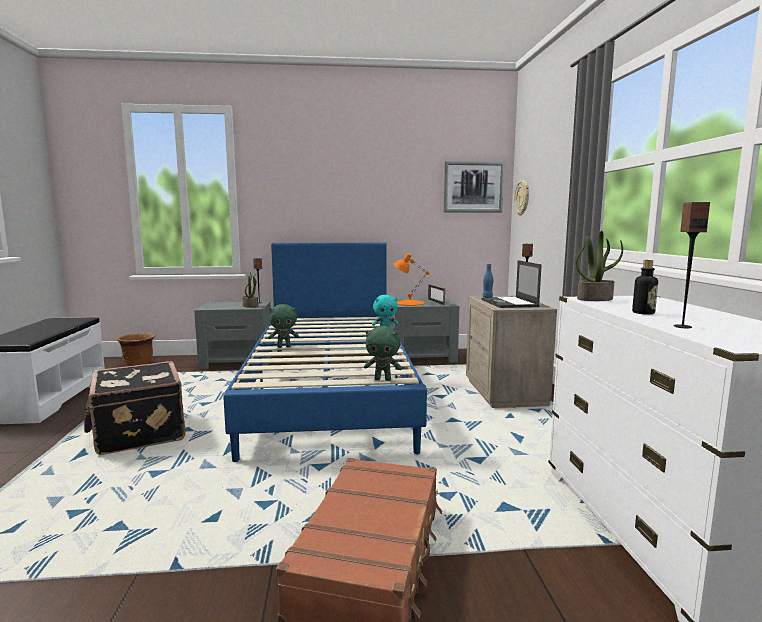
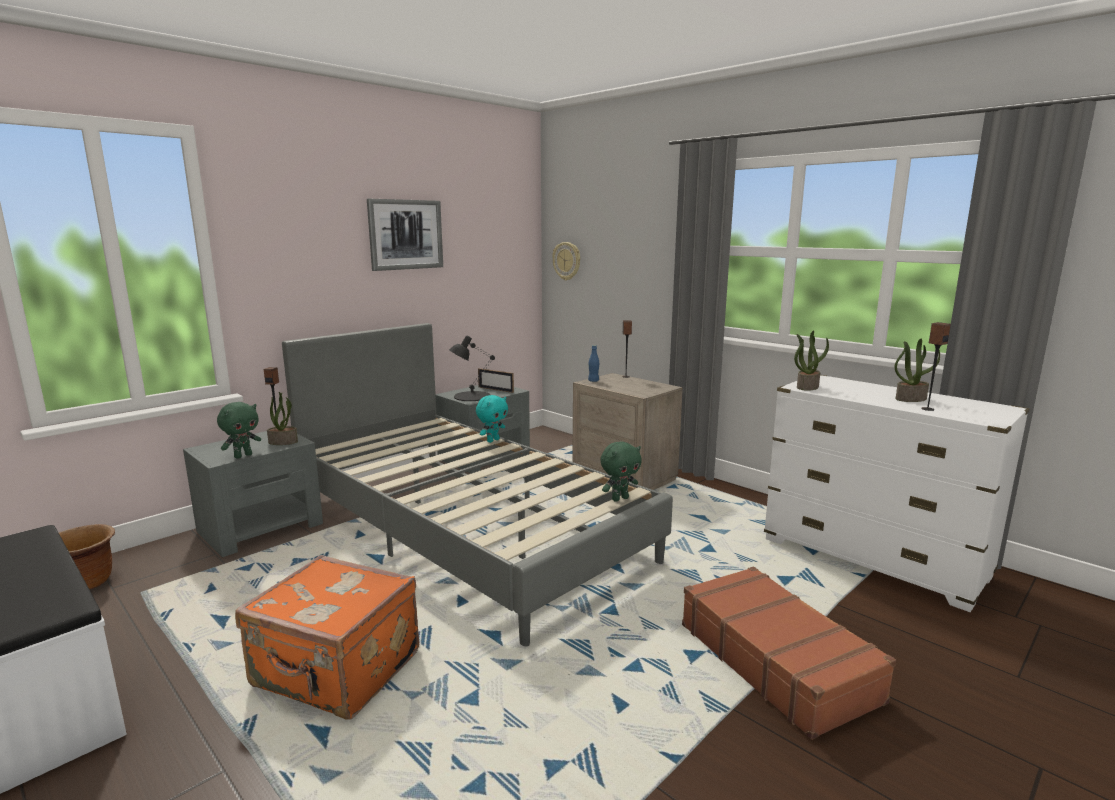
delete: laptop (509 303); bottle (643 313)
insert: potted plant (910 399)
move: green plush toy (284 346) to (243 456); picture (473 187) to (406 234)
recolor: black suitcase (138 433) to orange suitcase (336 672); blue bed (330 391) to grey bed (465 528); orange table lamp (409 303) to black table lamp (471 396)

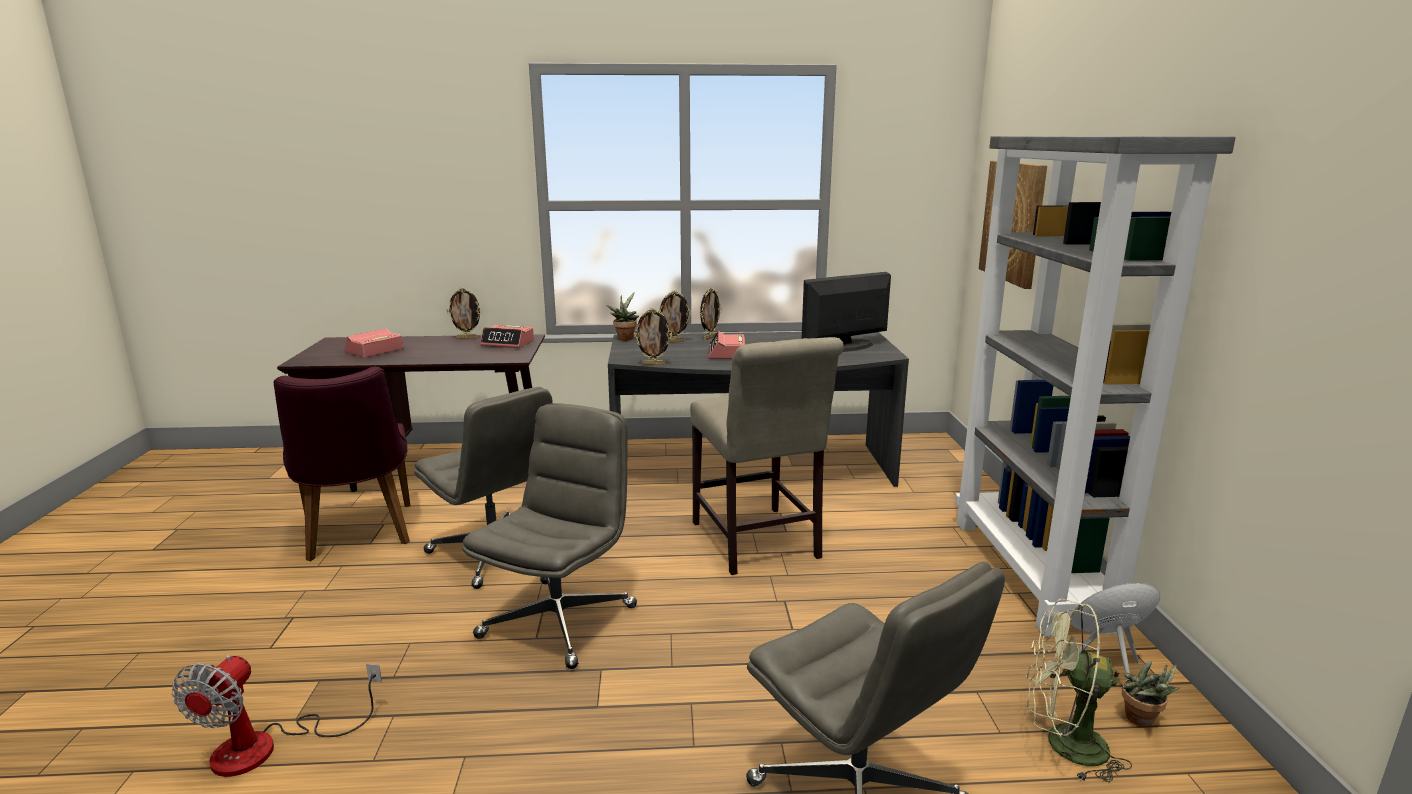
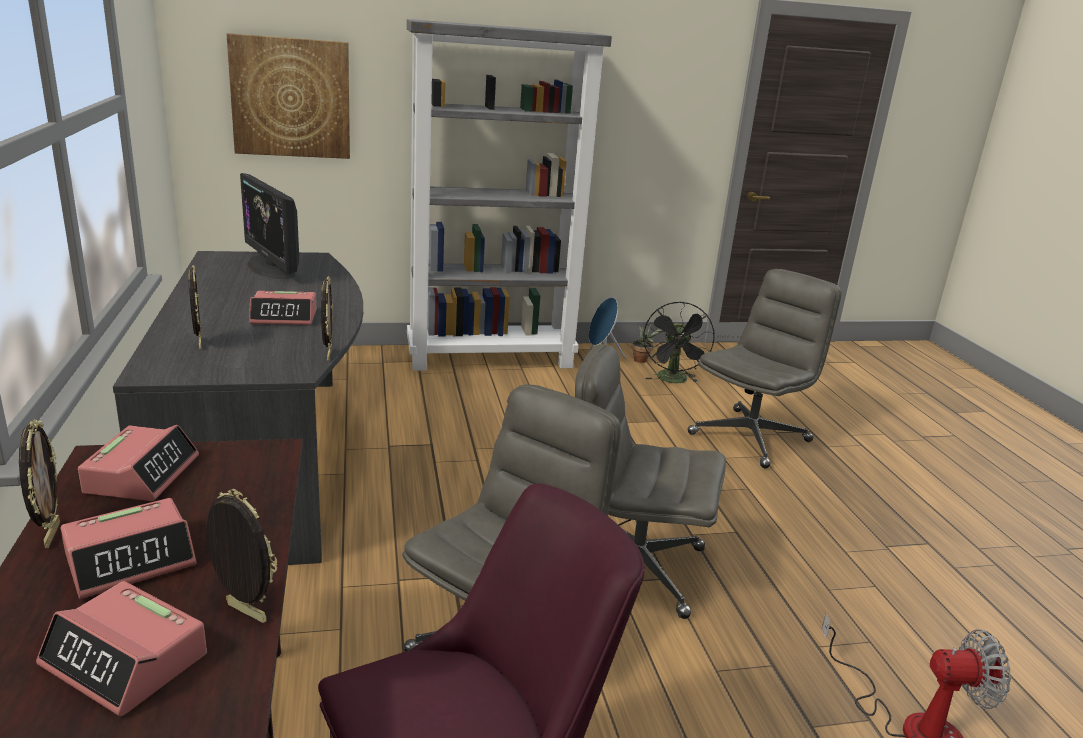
delete: potted plant (625 338); beige chair (757 543)
insert: alarm clock (131 560)
move: picture frame (710 338) to (244 613)
recolor: green fan (1063 745) to black fan (673 381)

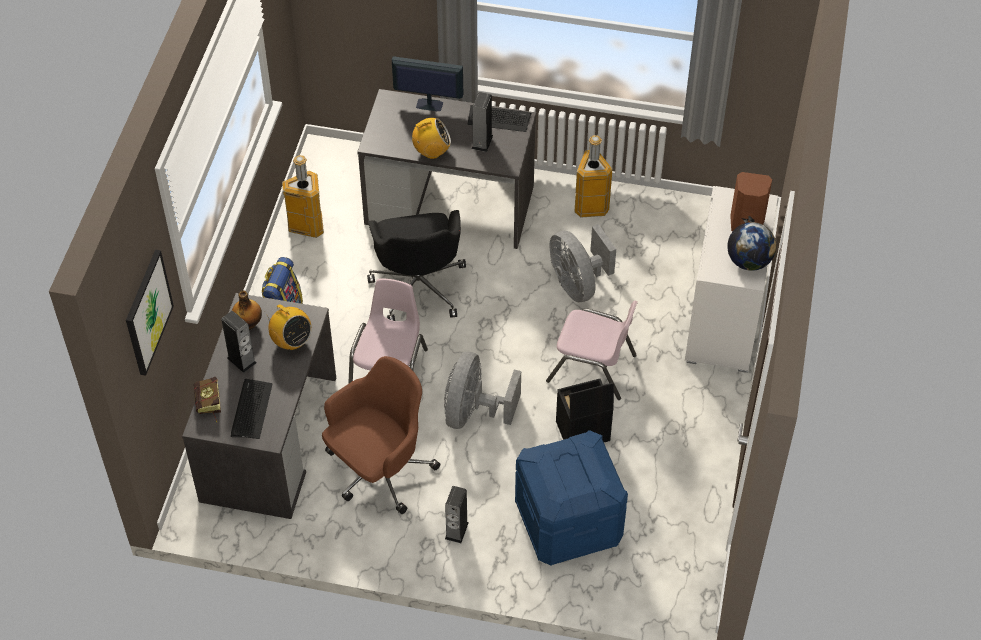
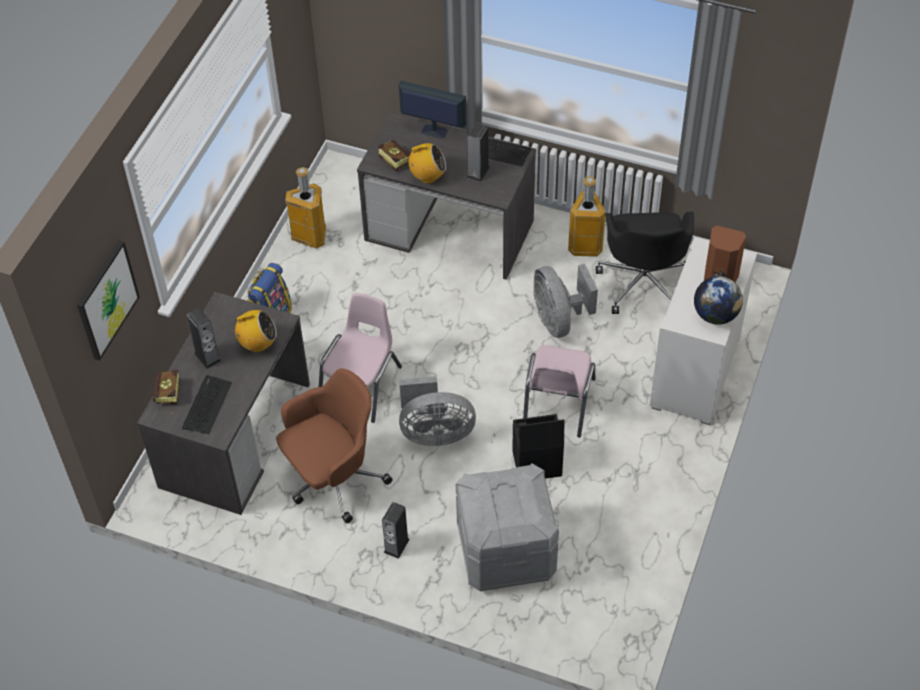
delete: bottle (248 324)
insert: book (393 159)
move: black office chair (418 286) to (644 282)
recolor: blue storage box (569 523) to grey storage box (506 552)
rotate: radio (291 341) = (258 344) 60 degrees counterclockwise; grey fan (473 412) = (434 432) 120 degrees counterclockwise; pink chair (592 368) = (557 403) 75 degrees clockwise

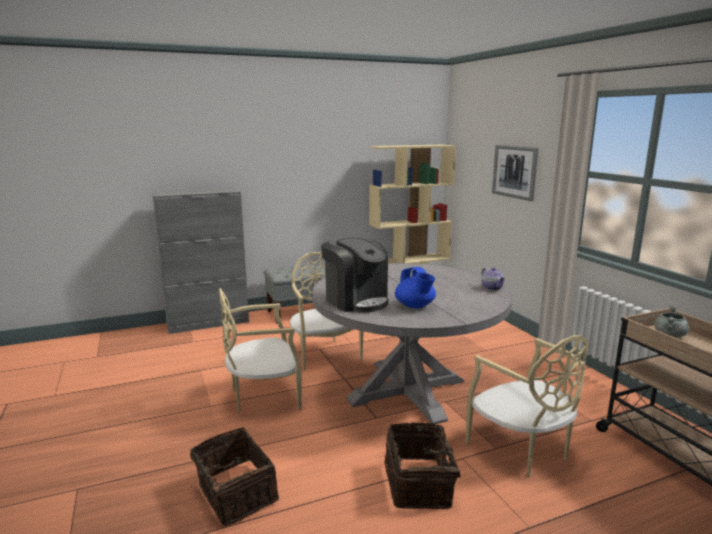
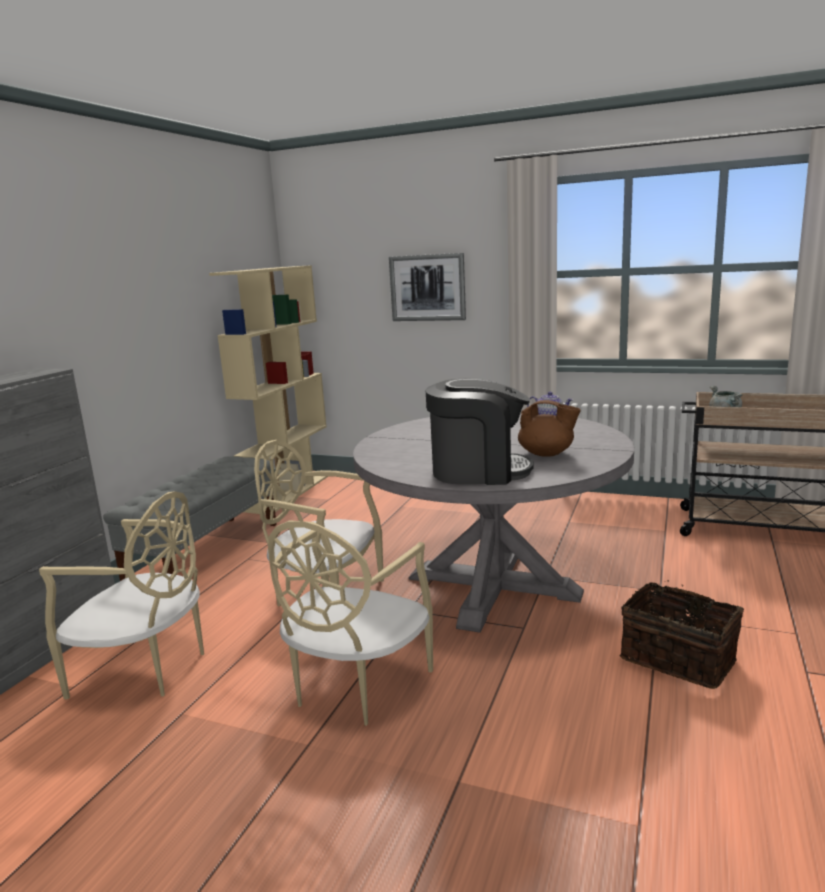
delete: basket (234 494)
move: beige chair (521 449) to (145 669)
recolor: blue teapot (415 306) to brown teapot (547 454)

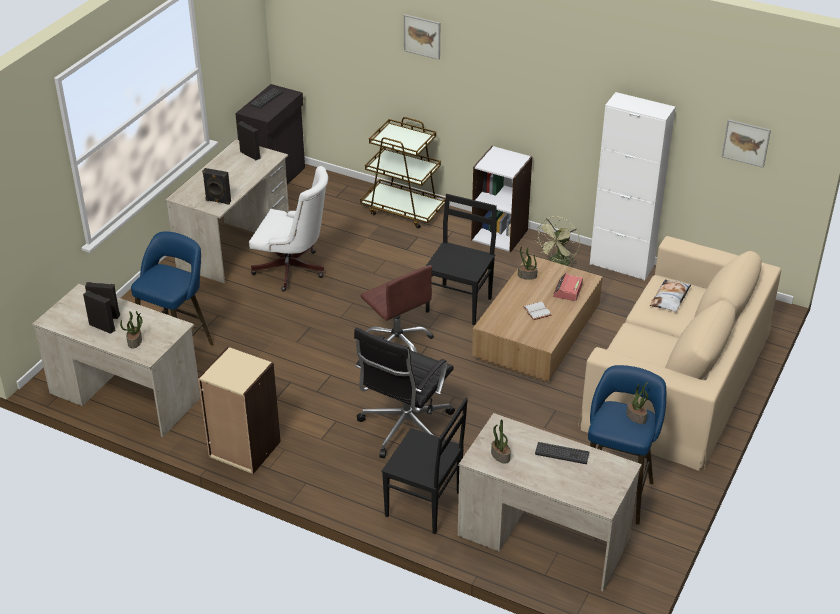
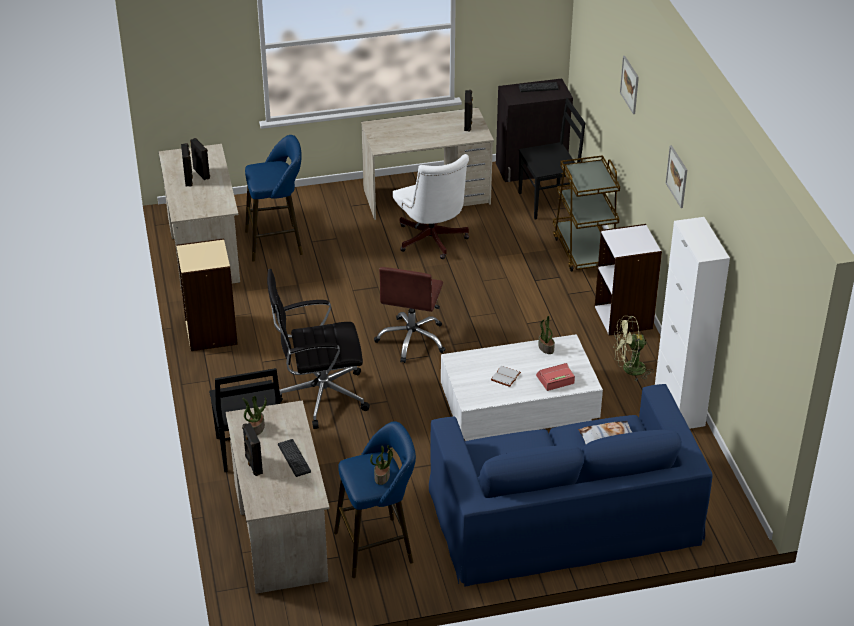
delete: potted plant (135 341)
move: black speaker (218 201) to (253 465); black chair (459 304) to (548 202); picture (746 143) to (677 176)
recolor: brown coffee table (536 334) to white coffee table (518 405); beige sofa (678 379) to blue sofa (563 516)

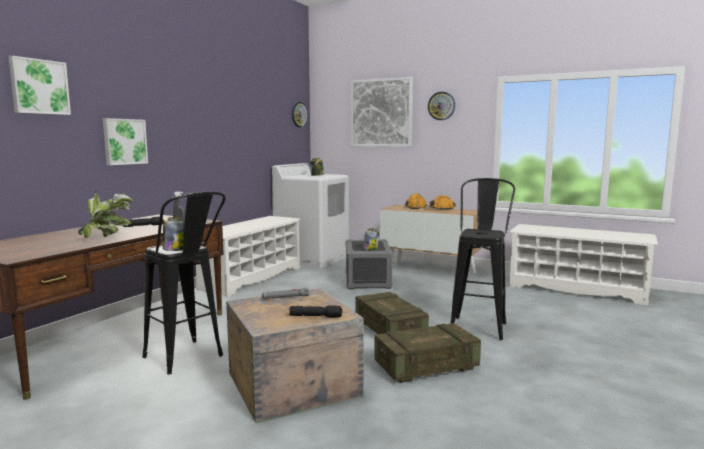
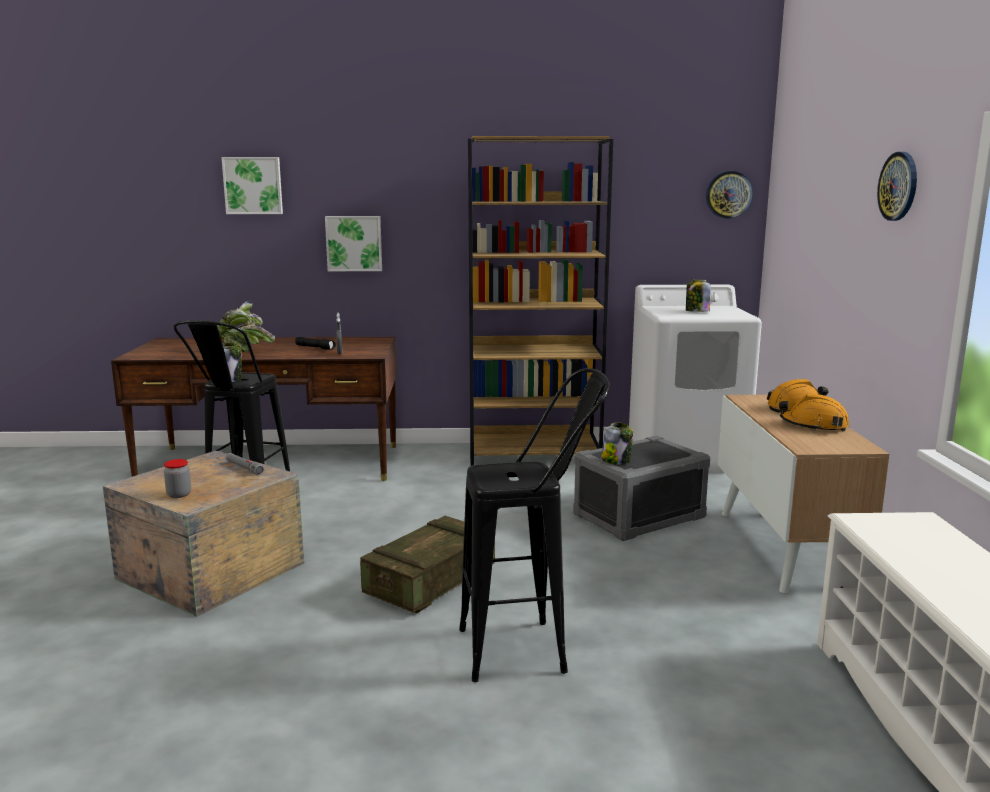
delete: picture (381 113); crate (426 367)
replace: white shoe rack (251 278) to brown bookcase (534 454); black flashlight (316 316) to jar (179 495)

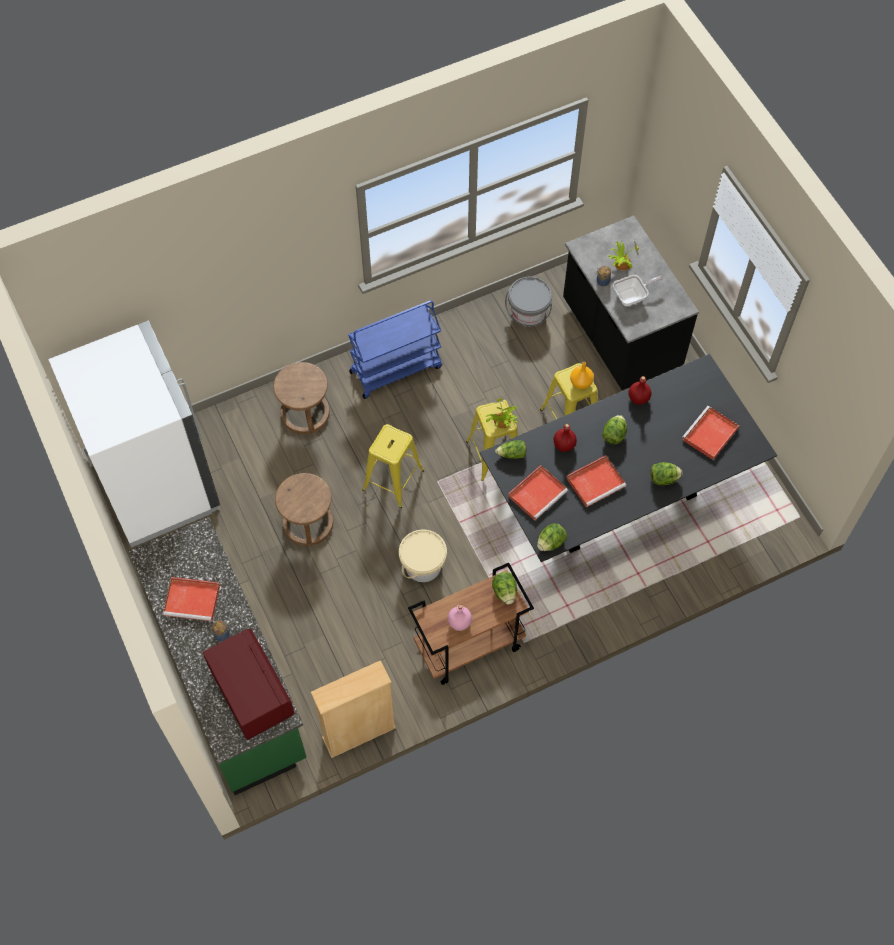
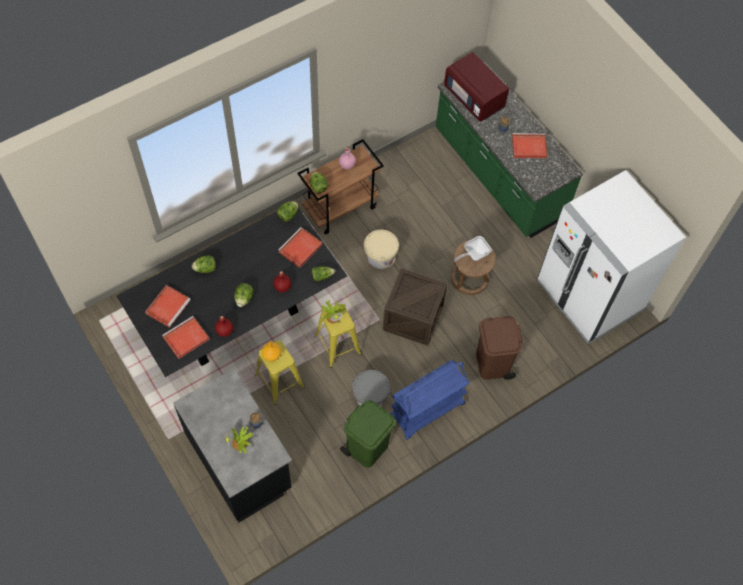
delete: beige bookcase (359 733)
insert: green trash can (367 447)
move: grey bucket (528 313) to (370 397); red tray (596 481) to (185 339); frying pan (632 296) to (473 254)
replace: brown stool (305 413) to brown trash can (492 364); yellow stool (393 480) to crate (413 317)

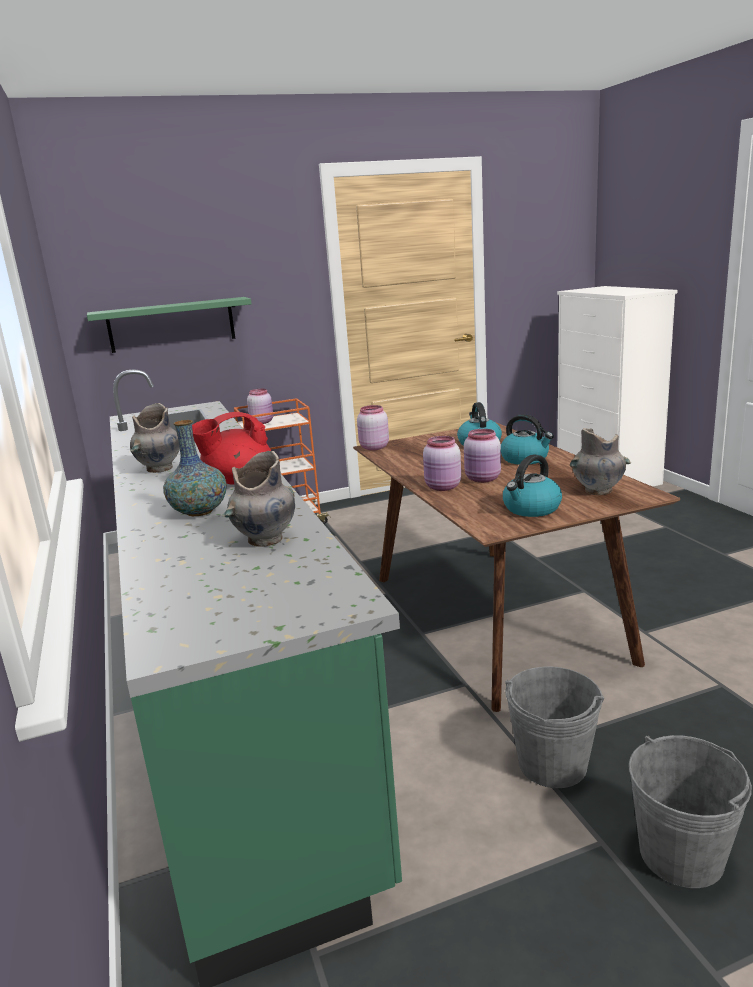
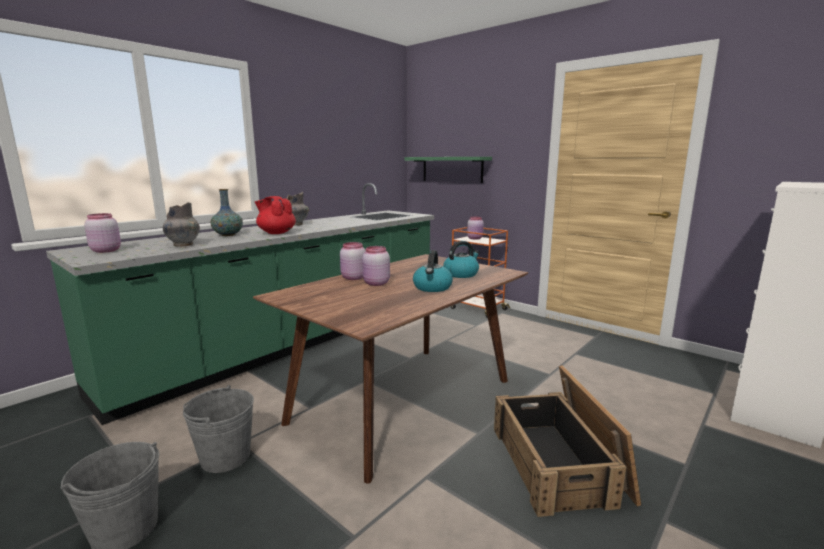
delete: kettle (531 509); grey vase (599 491)
insert: crate (560 463)
move: pink jar (373 447) to (105 250)

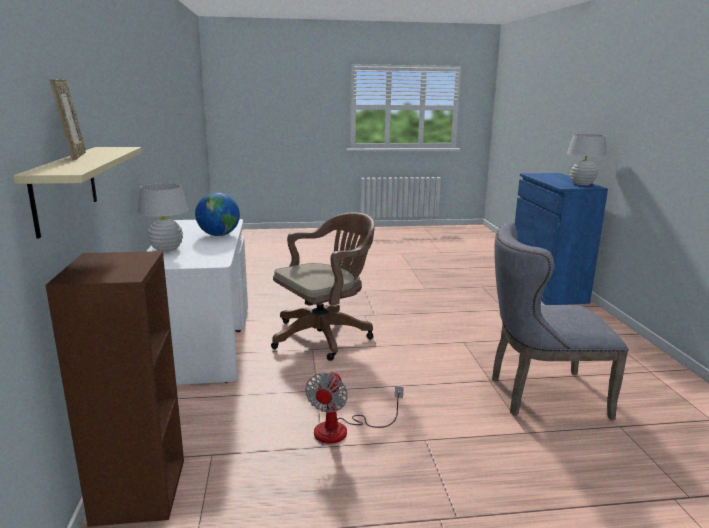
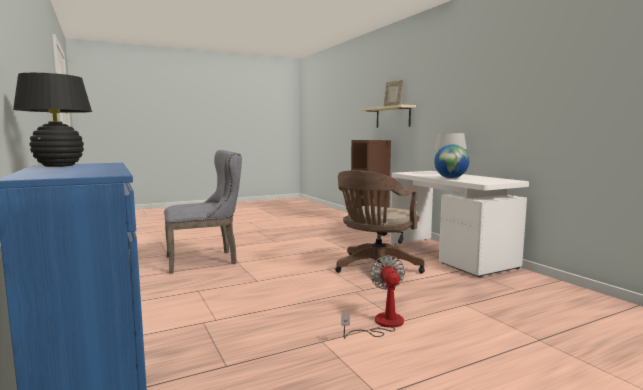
move: fan (342 430) to (382 324)
recolor: white table lamp (582 184) to black table lamp (59 166)

